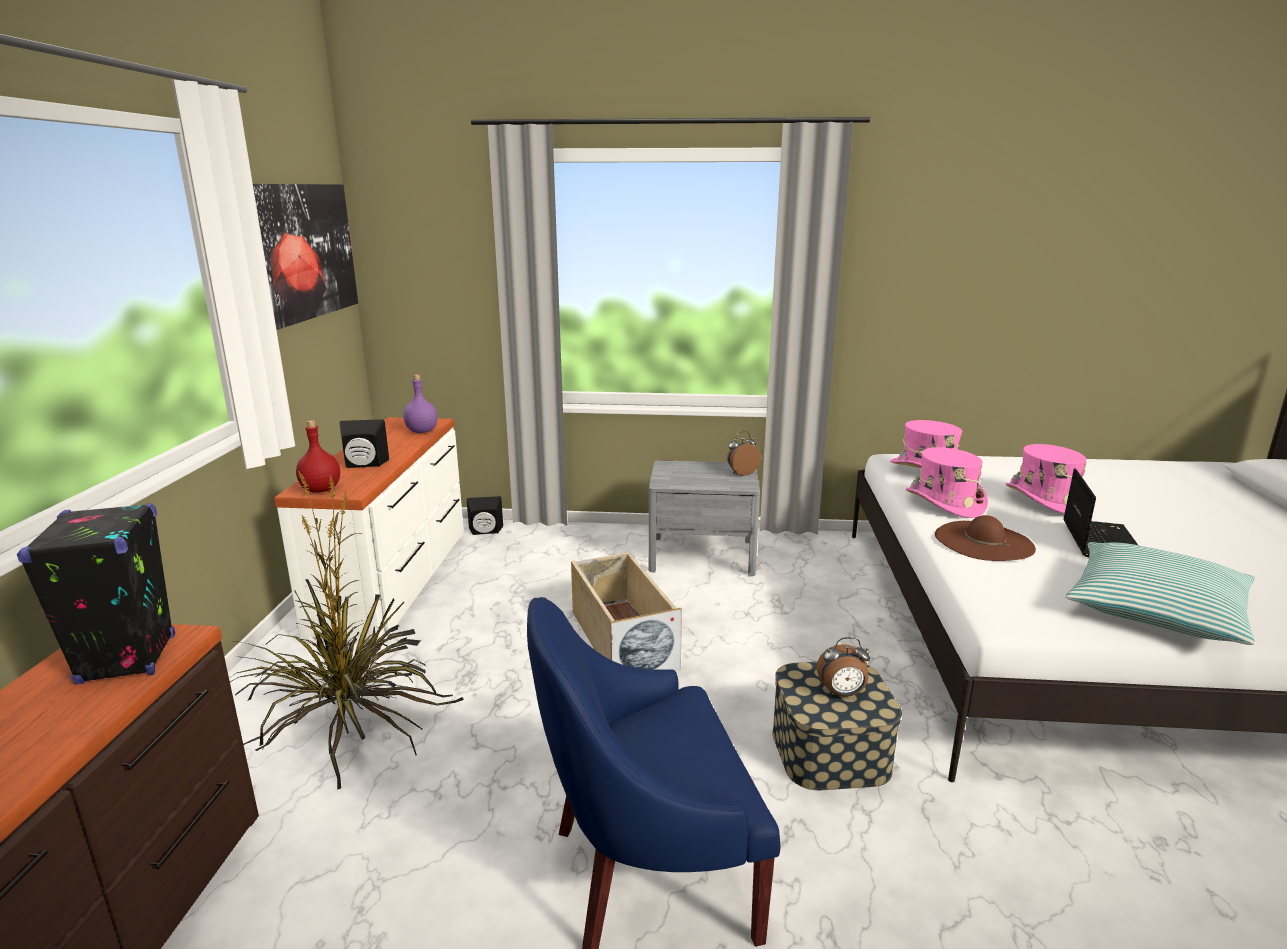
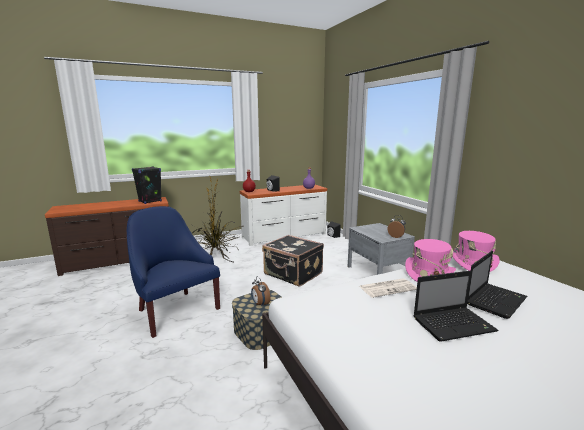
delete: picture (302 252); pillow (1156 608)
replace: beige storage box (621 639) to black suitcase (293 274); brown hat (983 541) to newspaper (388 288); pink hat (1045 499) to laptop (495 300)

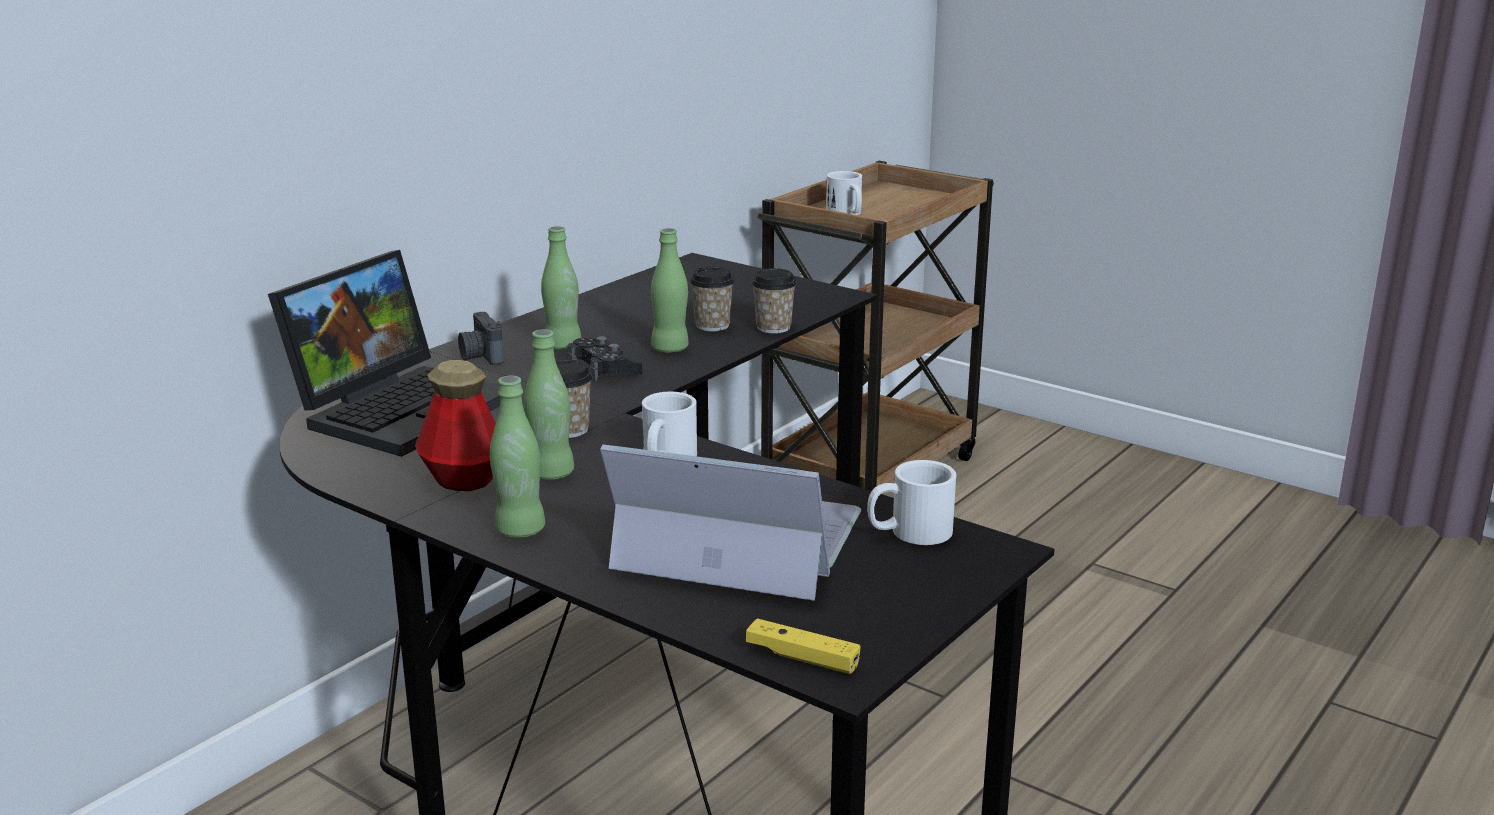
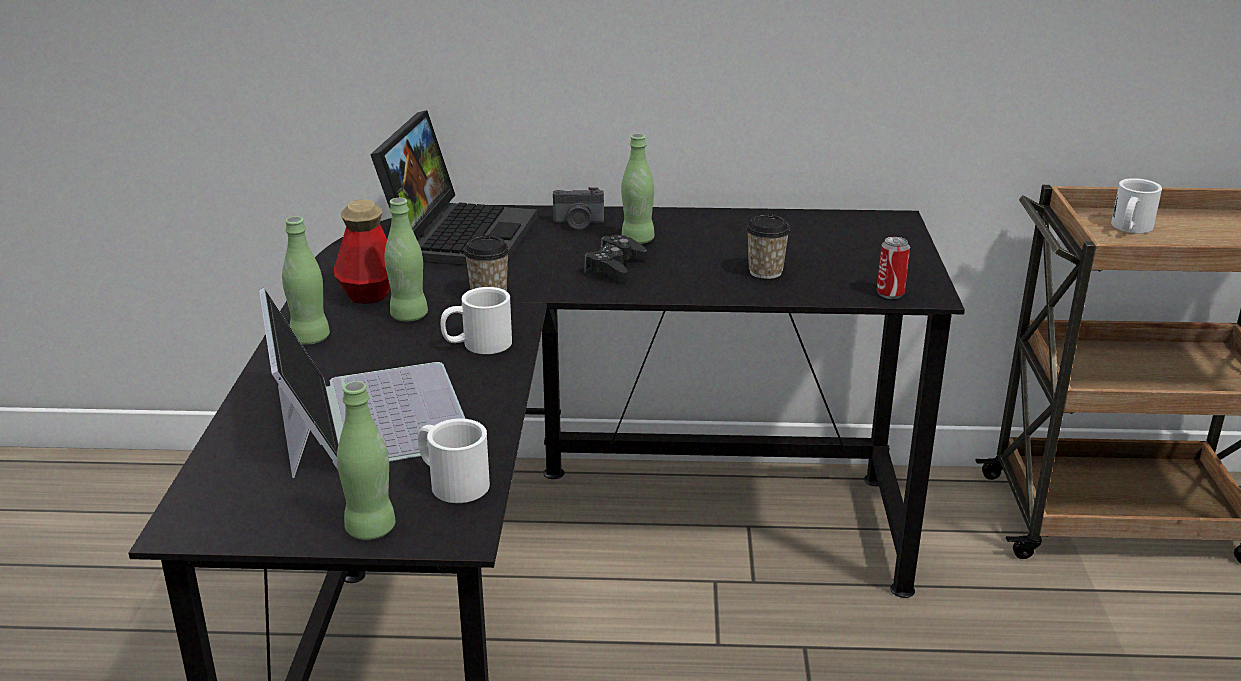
delete: yellow game controller (802 658); cup (773 328)
insert: can (890 293)
move: green bottle (670 349) to (370 529)
rotate: laptop (401 407) = (459 235) 75 degrees counterclockwise; photo camera (480 356) = (578 224) 120 degrees counterclockwise

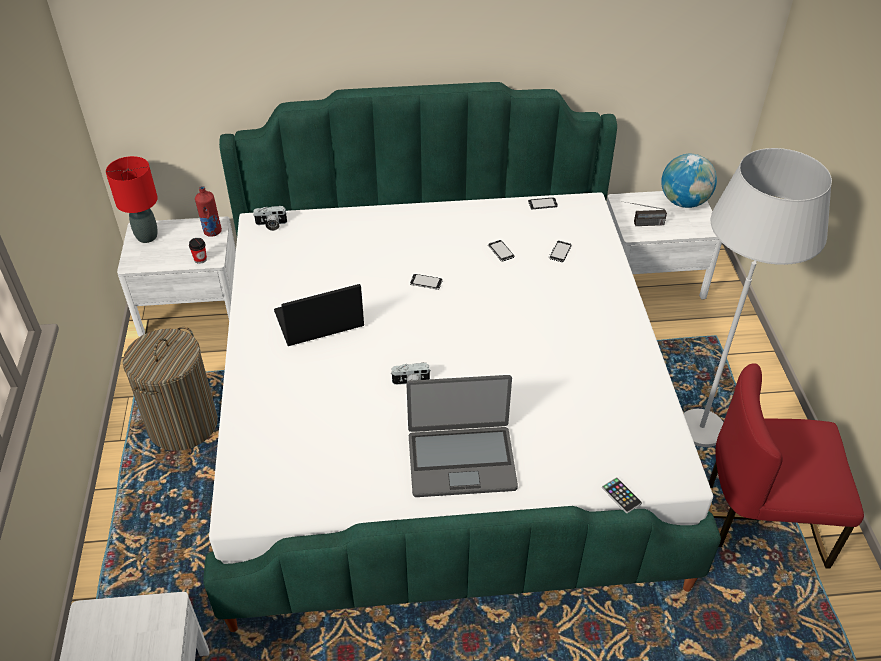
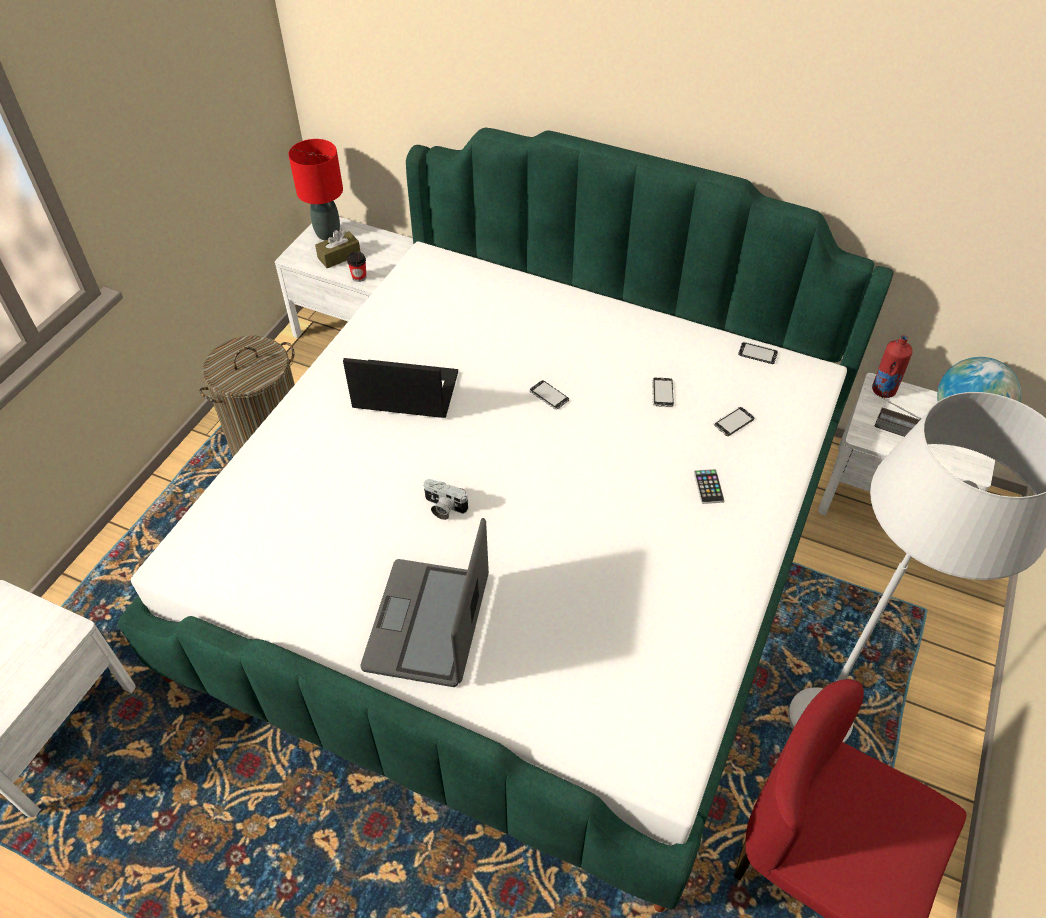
delete: photo camera (271 225)
insert: brown tissue box (339 256)
move: red bottle (212 231) to (883 390); phone (621 495) to (708 487)
rotate: laptop (461 460) = (429 623) 75 degrees clockwise

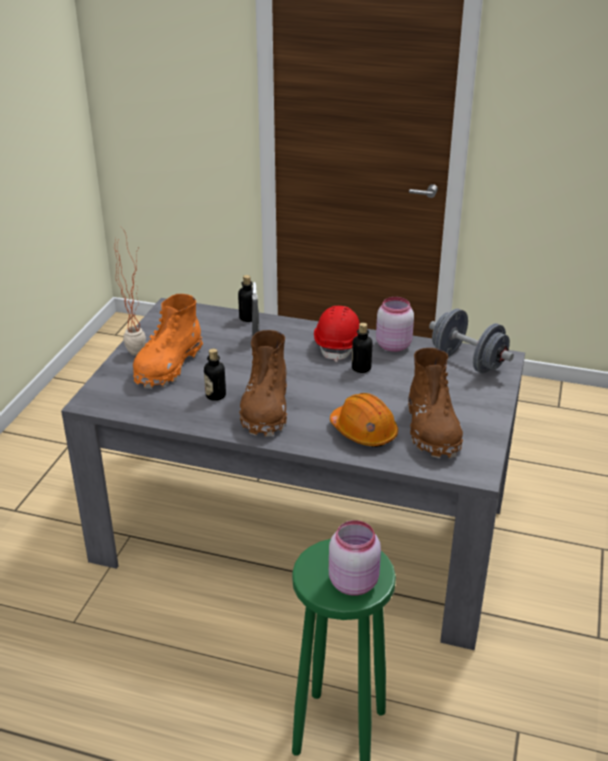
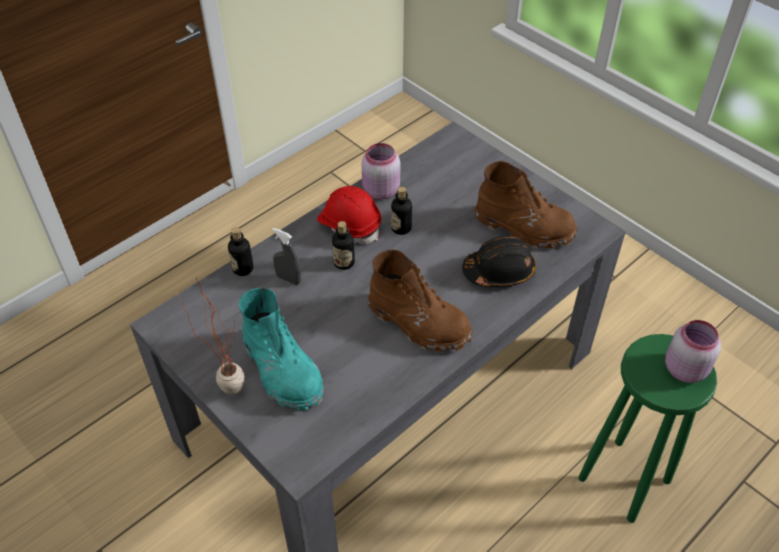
delete: grey dumbbell (467 362)
move: bottle (215 395) to (344 262)
recolor: orange boot (168 366) to turquoise boot (282 370); orange hard hat (364 431) to black hard hat (499 271)

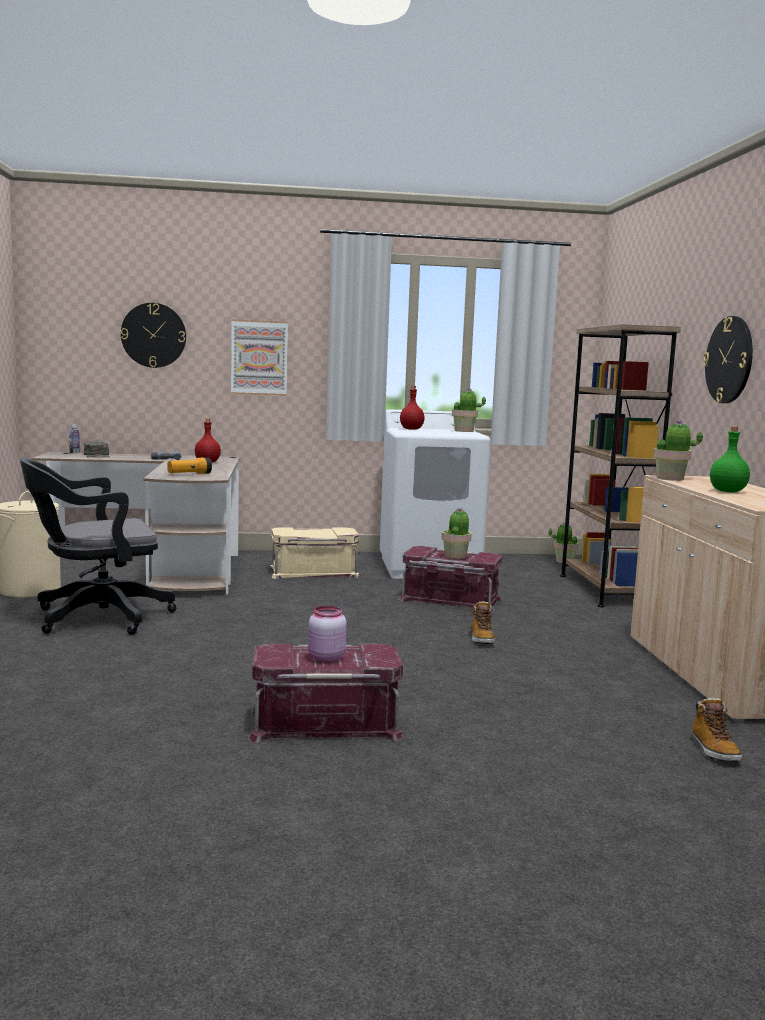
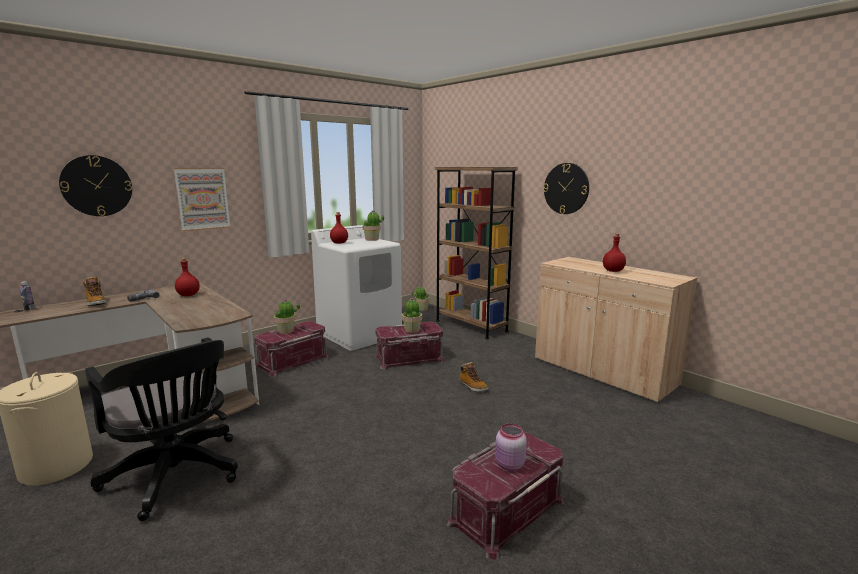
delete: green cap (97 456); flashlight (189 474)
move: potted plant (670 478) to (286 331); boot (713 750) to (96 303)
recolor: beige storage box (314 572) to red storage box (292 360); green bottle (727 491) to red bottle (613 271)
rotate: black office chair (95 618) = (177 476) 75 degrees counterclockwise

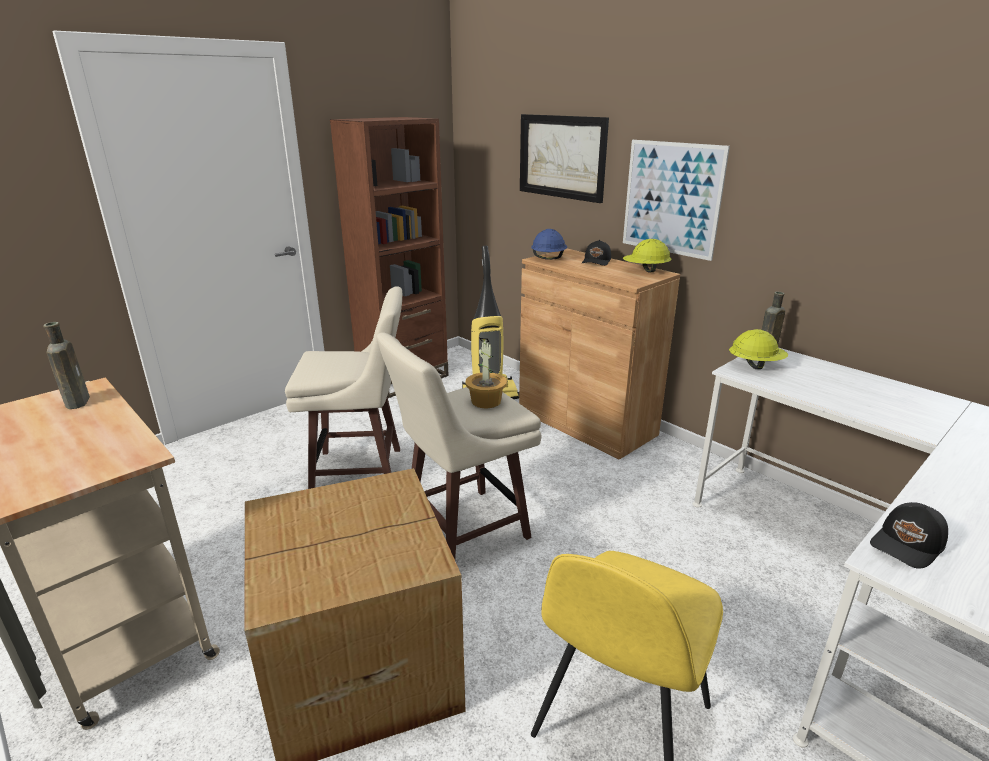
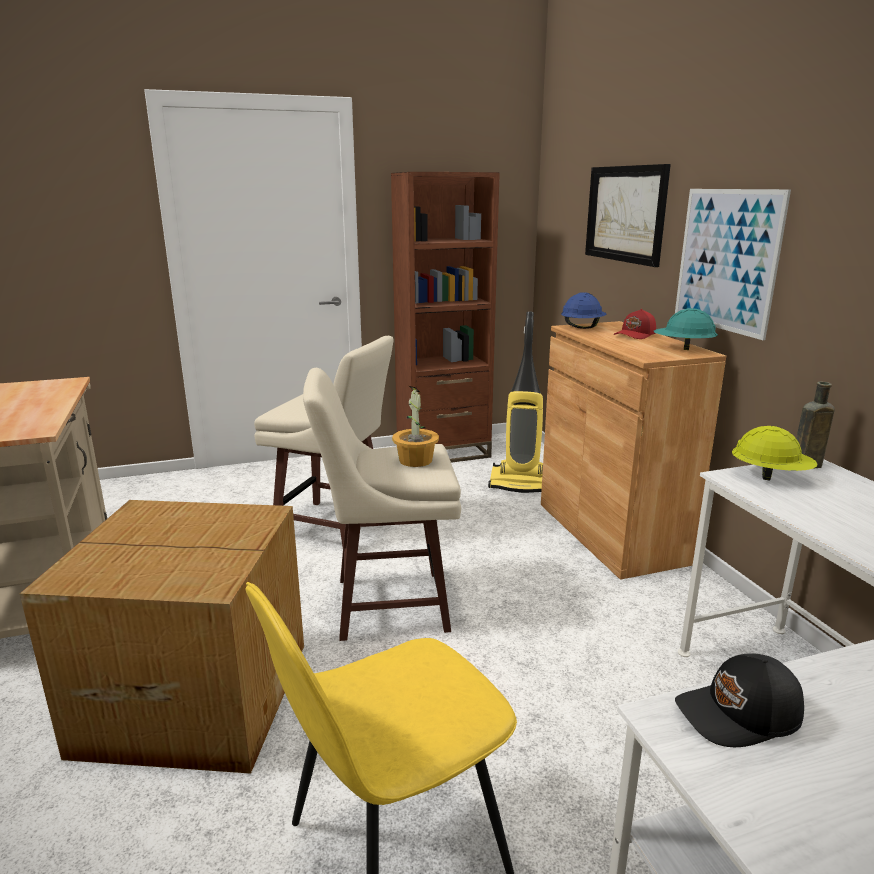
delete: brown bottle (78 401)
recolor: black cap (597 261) to red cap (635 335); yellow hard hat (645 271) to turquoise hard hat (683 348)

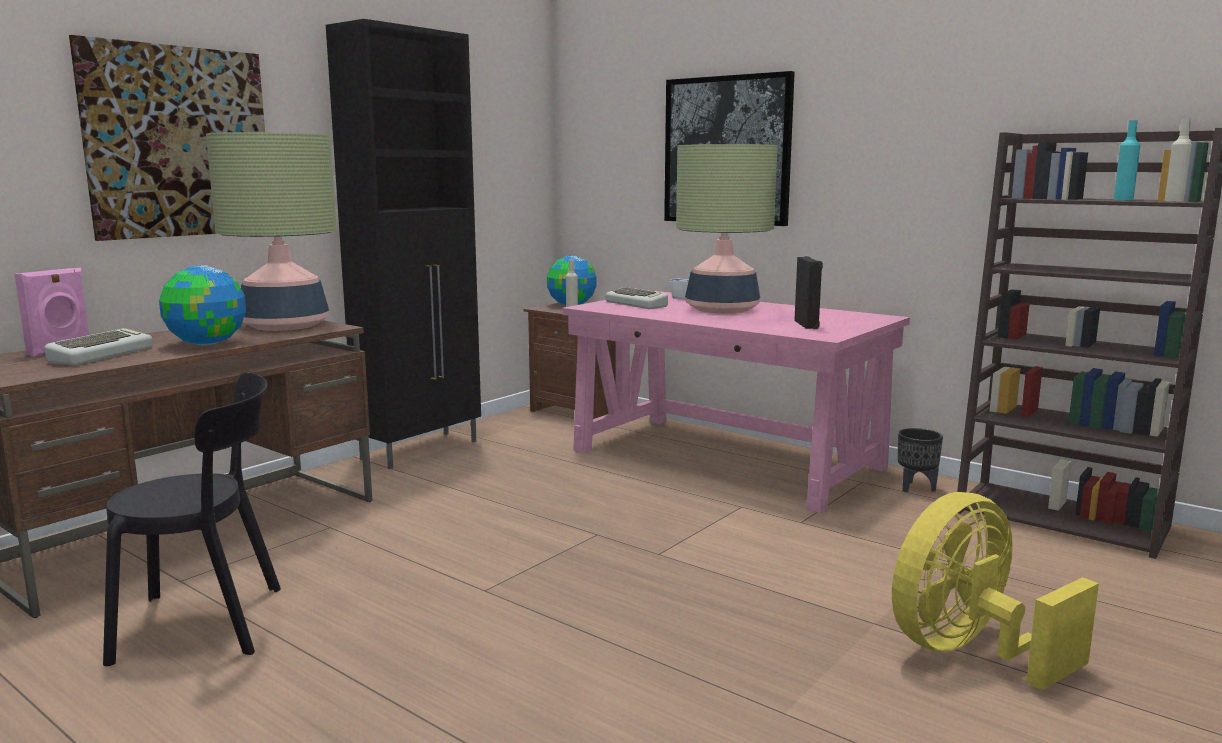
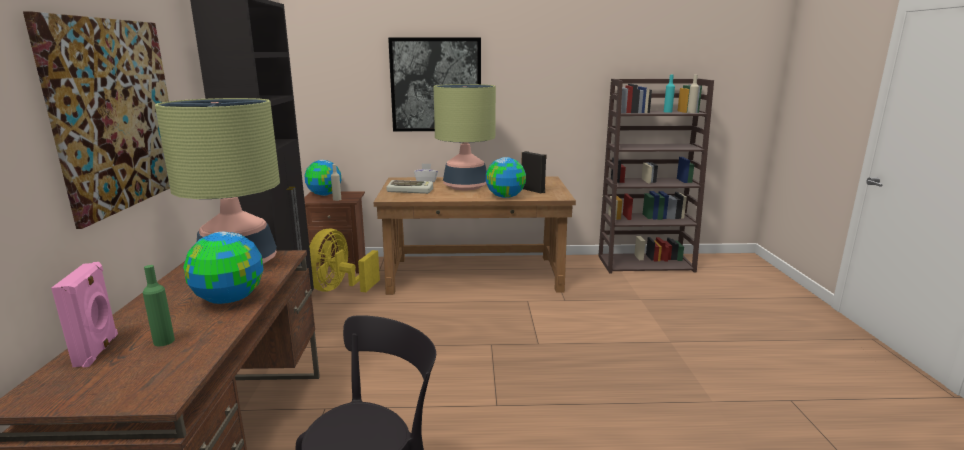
delete: black planter (916 488)
insert: globe (505 196)
move: yellow fan (969 652) to (339 288)
replace: keyboard (101 355) to green bottle (164 341)
recolor: pink desk (726 459) to brown desk (474 274)

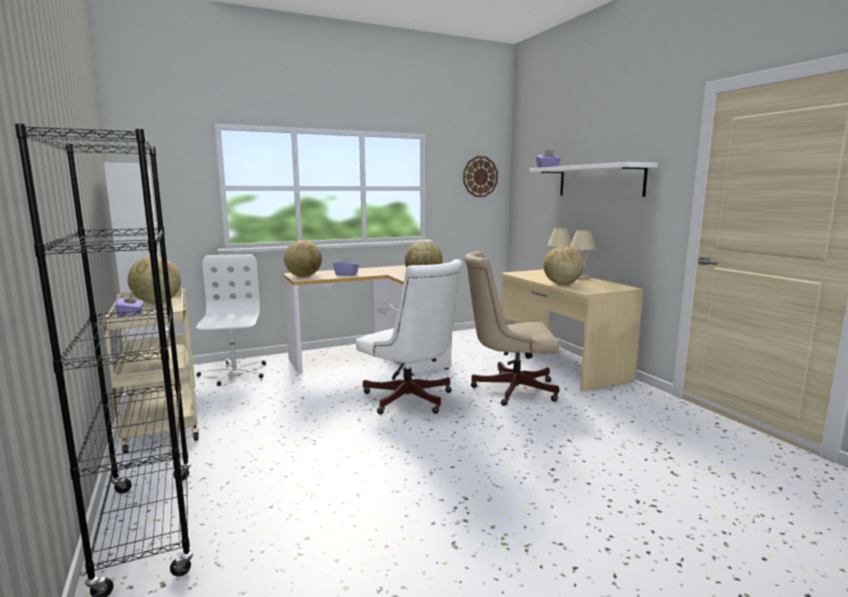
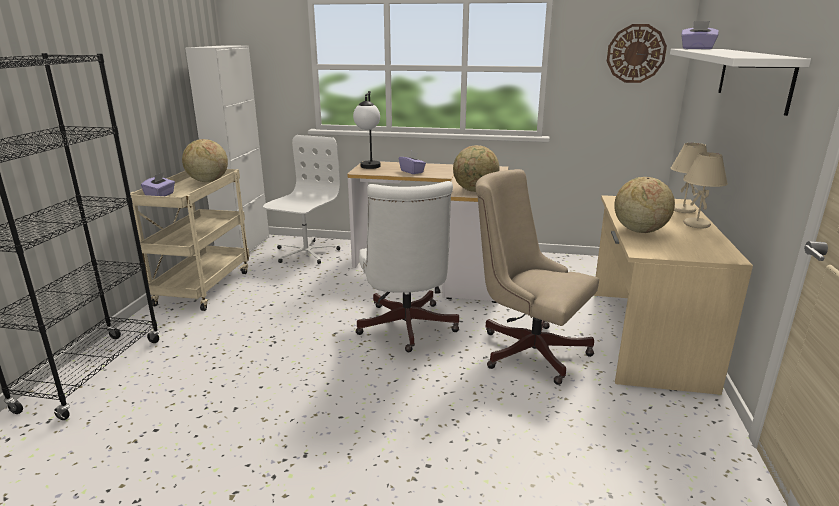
replace: globe (304 276) to table lamp (369 168)

